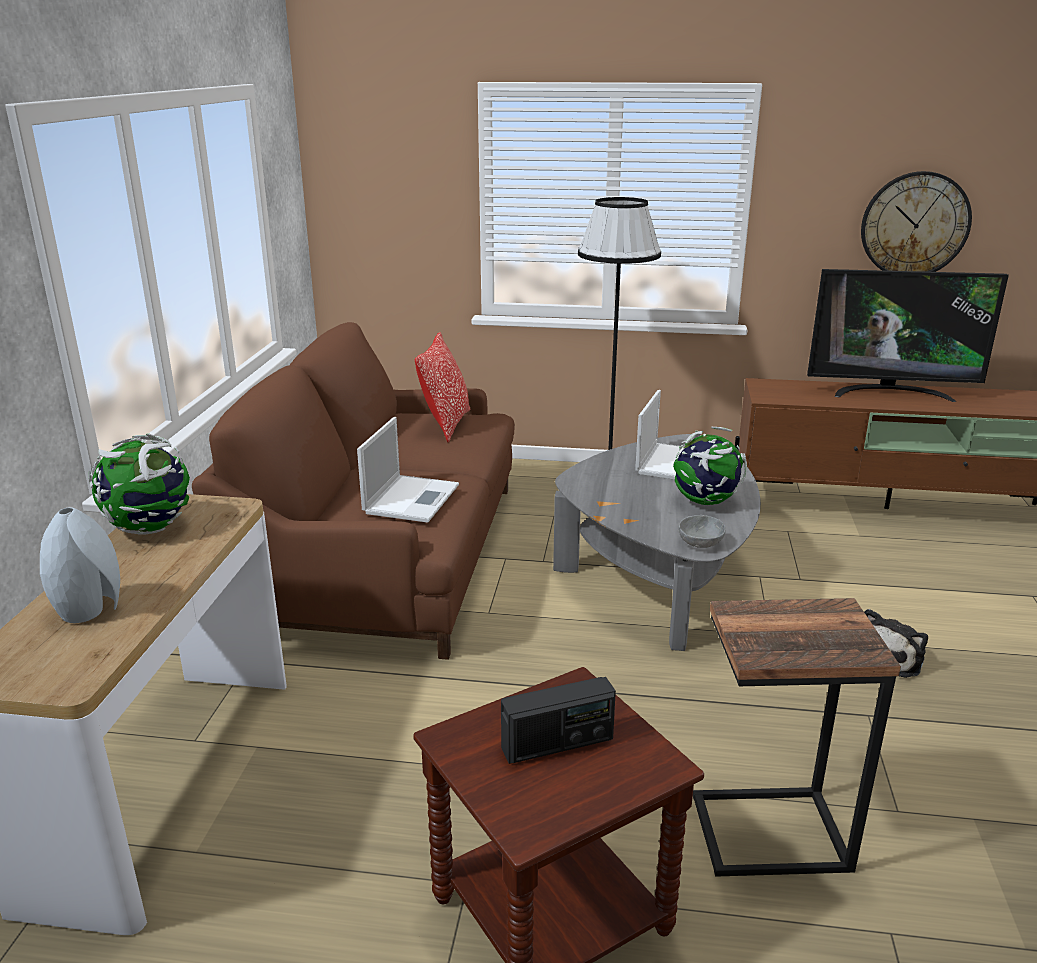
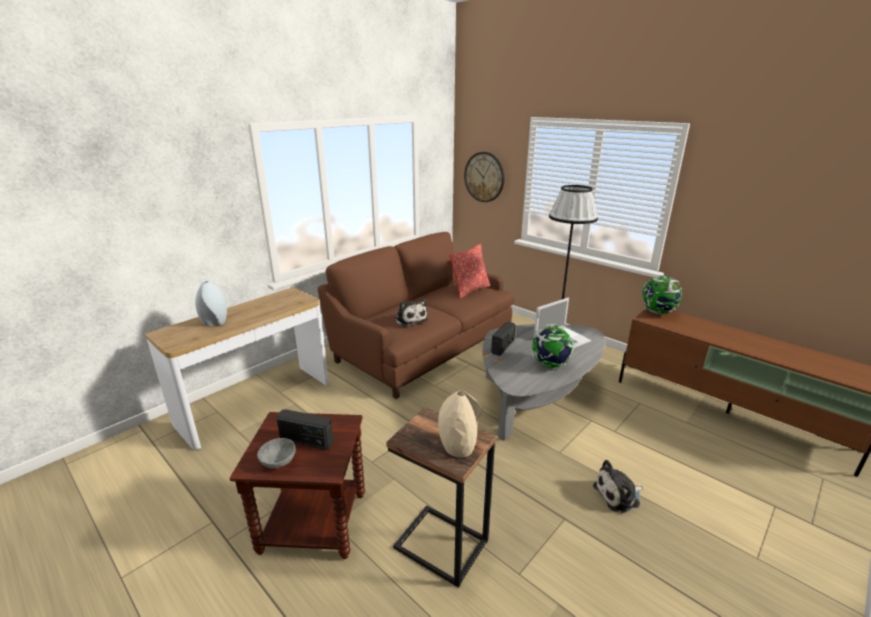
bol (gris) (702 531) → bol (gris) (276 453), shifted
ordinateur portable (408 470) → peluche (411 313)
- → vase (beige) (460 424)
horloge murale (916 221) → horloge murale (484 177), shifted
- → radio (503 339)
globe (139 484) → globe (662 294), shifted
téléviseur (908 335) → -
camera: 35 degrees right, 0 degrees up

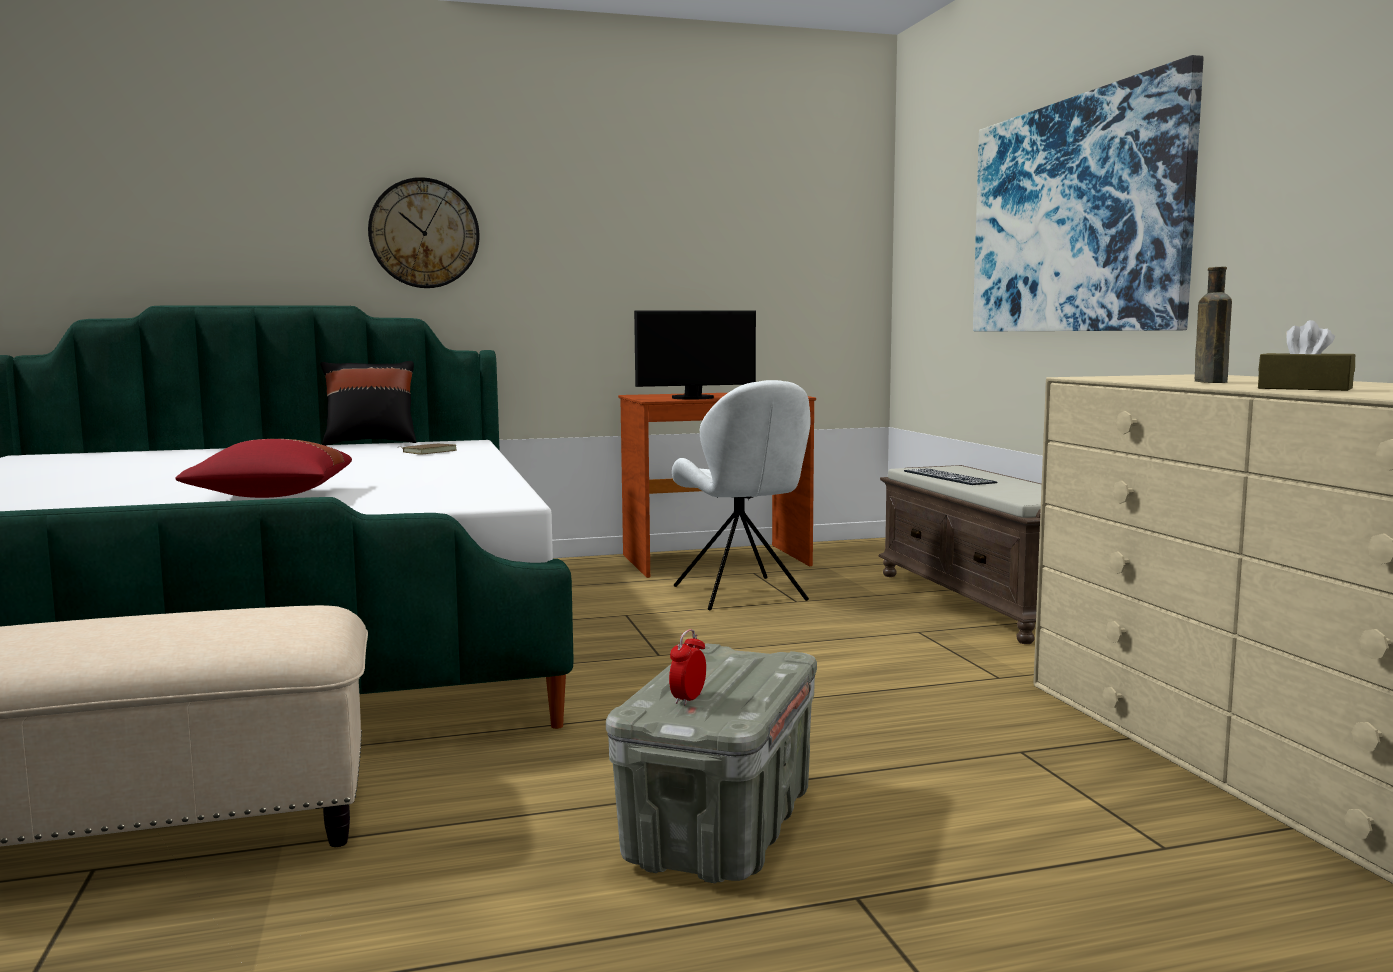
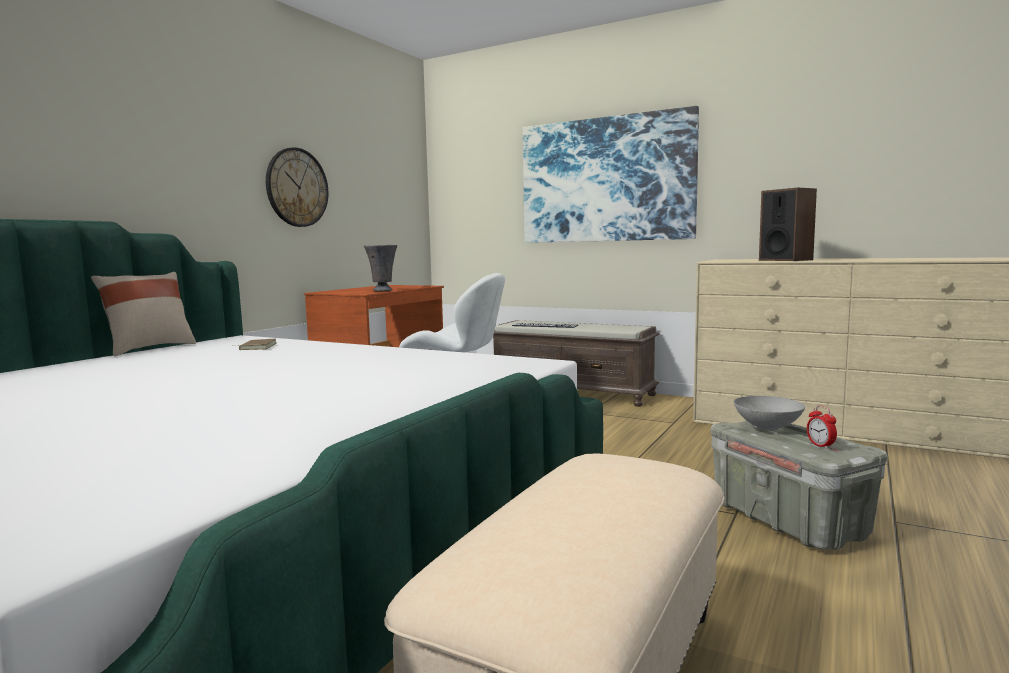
coussin (noir) (368 403) → coussin (beige) (143 314)
horloge murale (424 232) → horloge murale (297 187), shifted
écran d'ordinateur (695 354) → vase (gris) (380 268)
- → bol (gris) (769 413)
bouteille (marron) (1213 325) → enceinte (788 224)
coussin (rouge) (263 468) → -
boîte à mouchoirs (marron) (1306 355) → -
camera: 45 degrees left, 0 degrees up

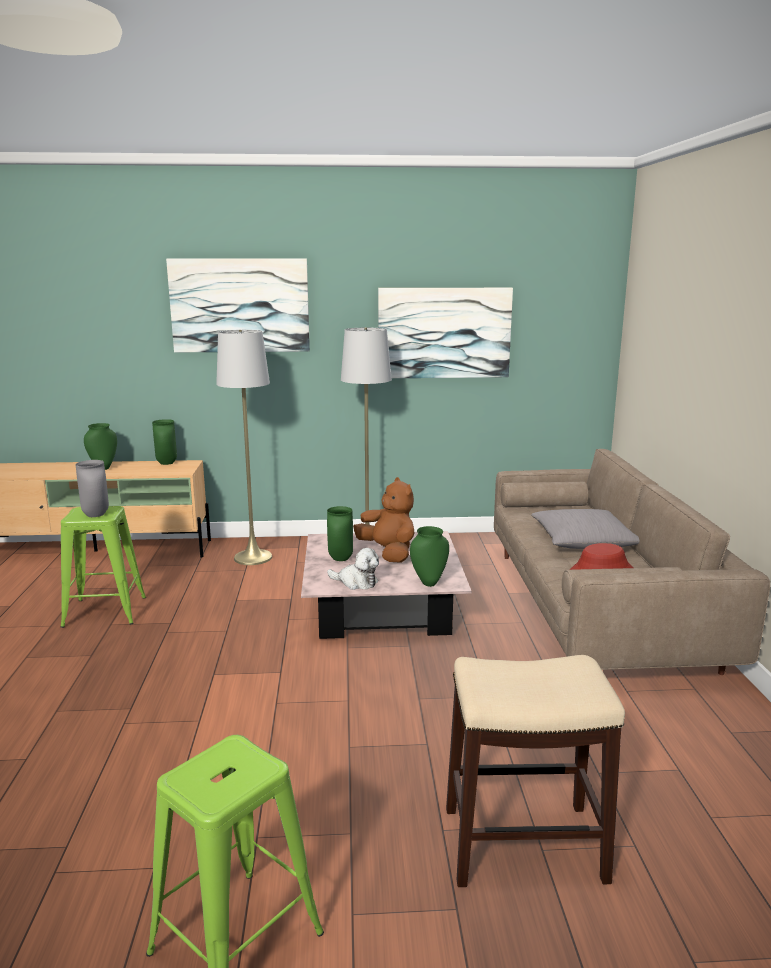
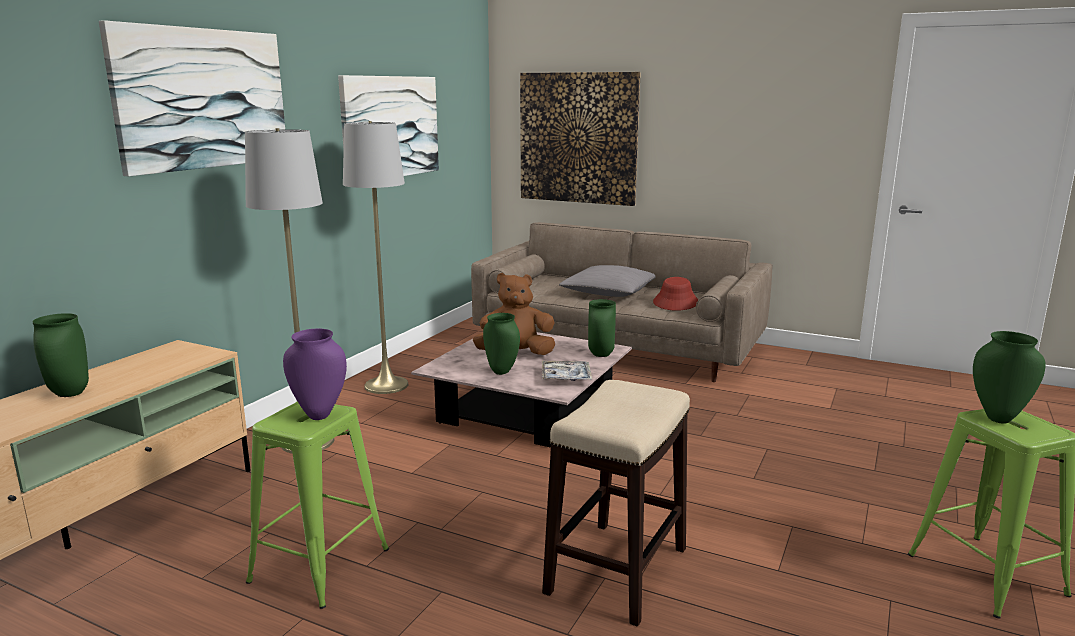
vase (gris) (92 488) → vase (violet) (315 374)
- → tableau (580 139)
peluche (353 569) → plateau (567 371)
tabouret (535 771) → tabouret (616 503), shifted
vase (vert) (164 442) → vase (vert) (1009 377), shifted
camera: 60 degrees left, 0 degrees up

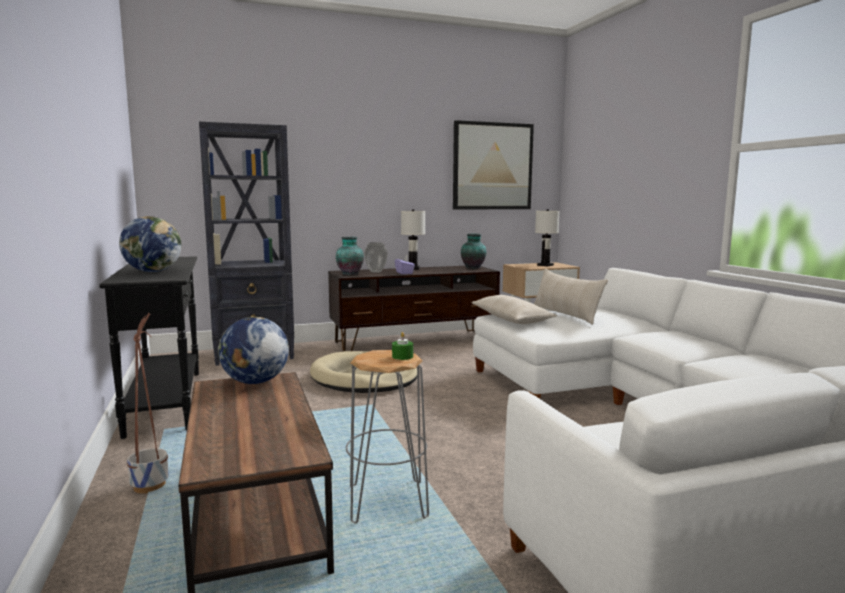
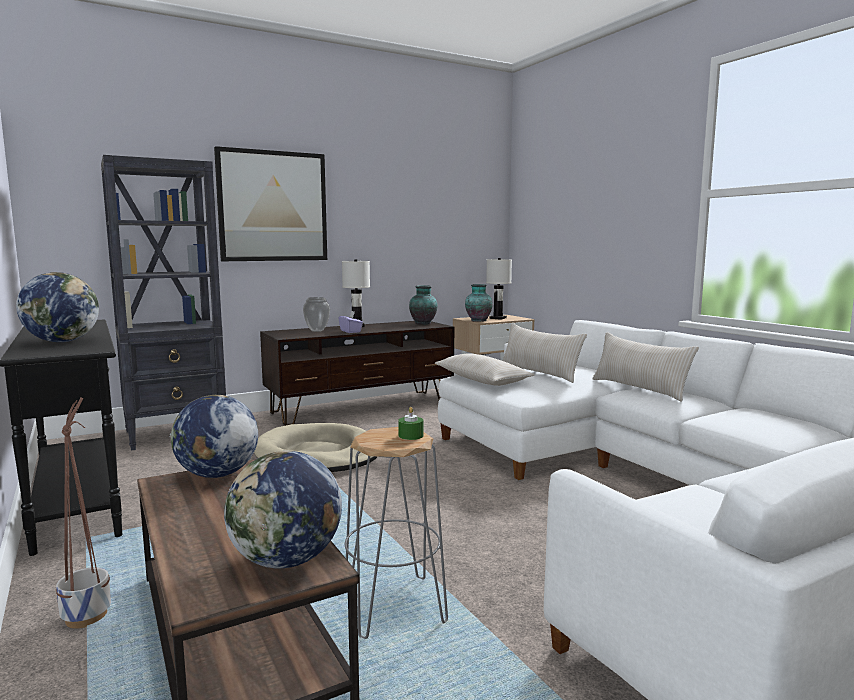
tableau (493 165) → tableau (270 203), shifted
- → globe (283 510)
vase (350 256) → vase (479 303), shifted
- → coussin (beige) (645 367)
camera: 10 degrees left, 0 degrees up

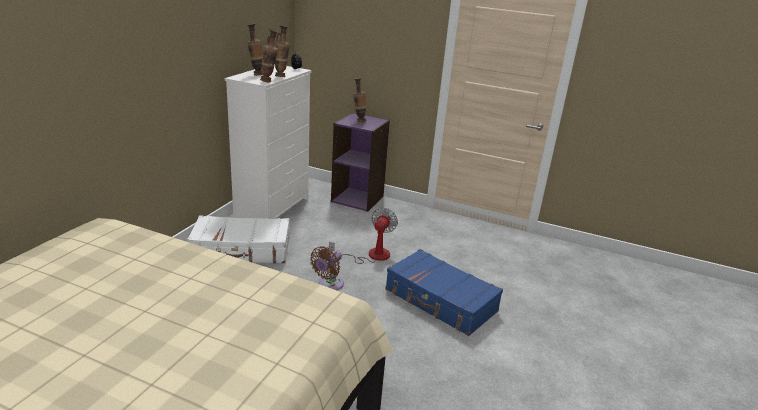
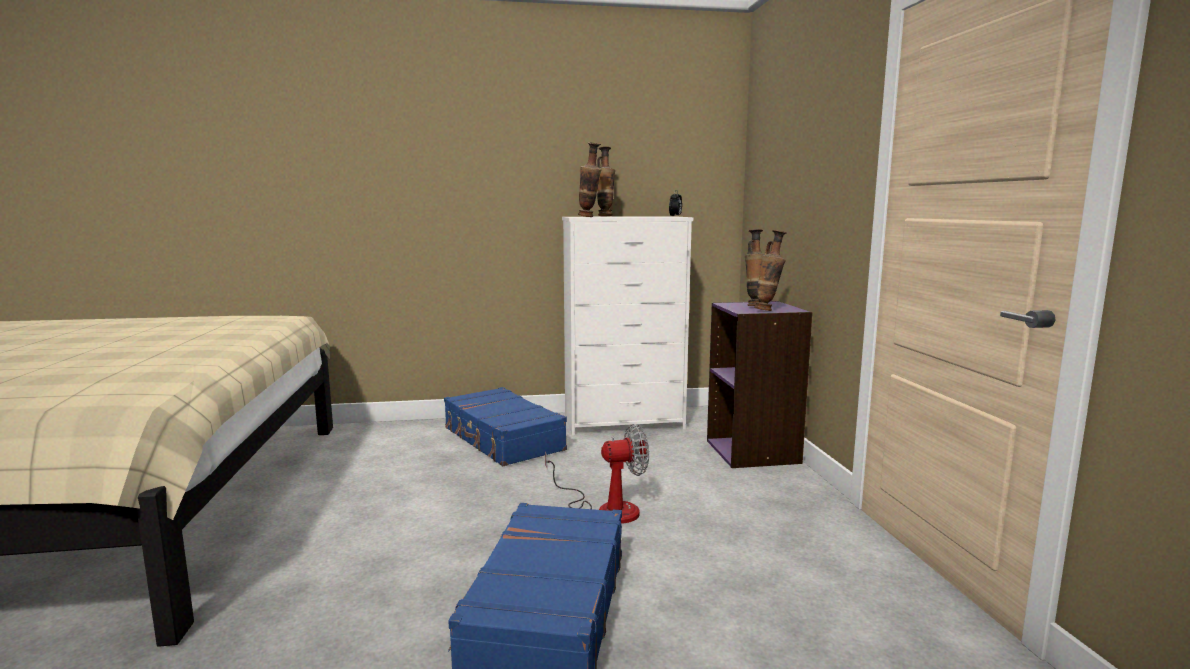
valise (blanc) (238 239) → valise (bleu) (505 426)
vase (282 51) → vase (770 270), shifted
ventilateur (marron) (327 268) → -
camera: 60 degrees right, 15 degrees down

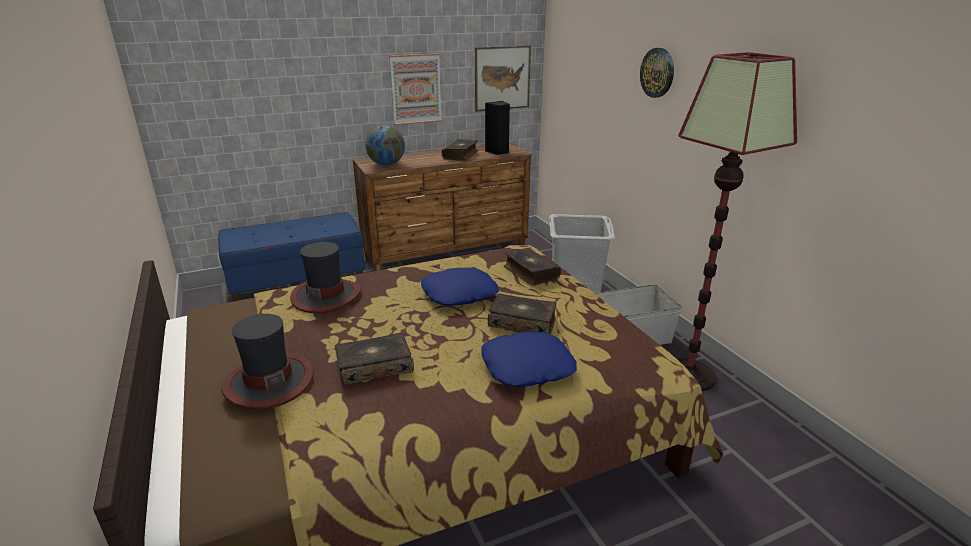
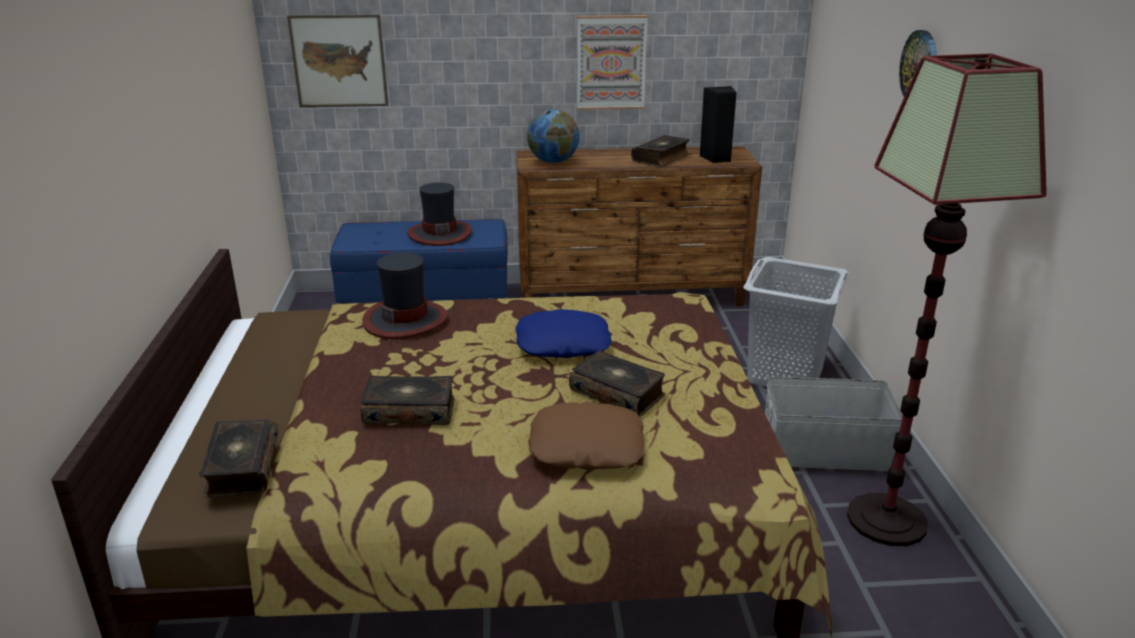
livre (532 267) → livre (239 458), shifted
tableau (503 78) → tableau (337 60), shifted
chapeau (267 362) → chapeau (439 214), shifted
coussin (bleu) (529 359) → coussin (marron) (586 436)
camera: 20 degrees right, 0 degrees up

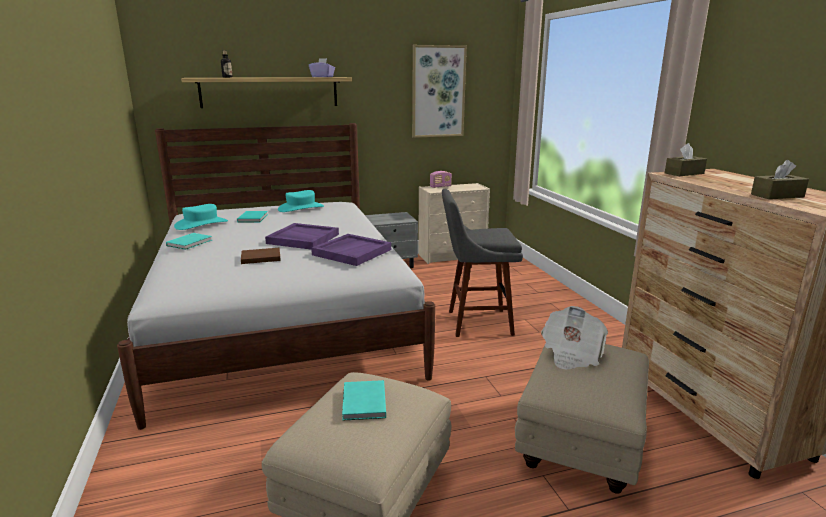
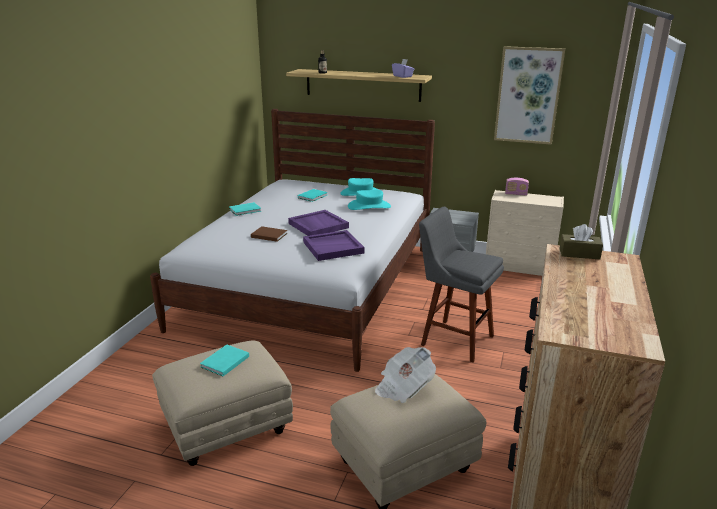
chapeau (turquoise) (201 217) → chapeau (turquoise) (369 200), shifted
boîte à mouchoirs (marron) (780 179) → -
camera: 35 degrees right, 5 degrees up

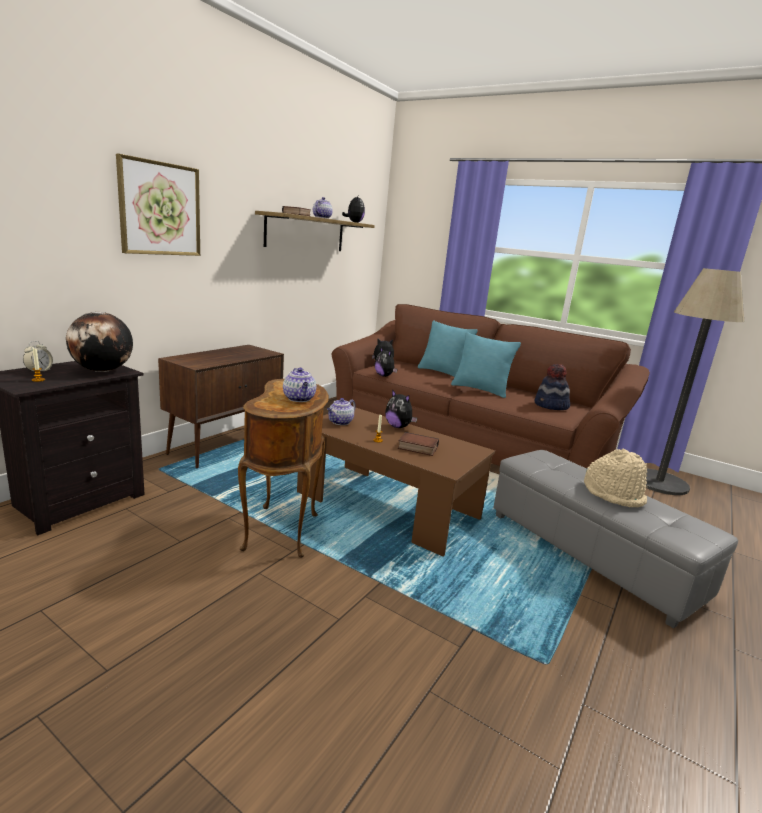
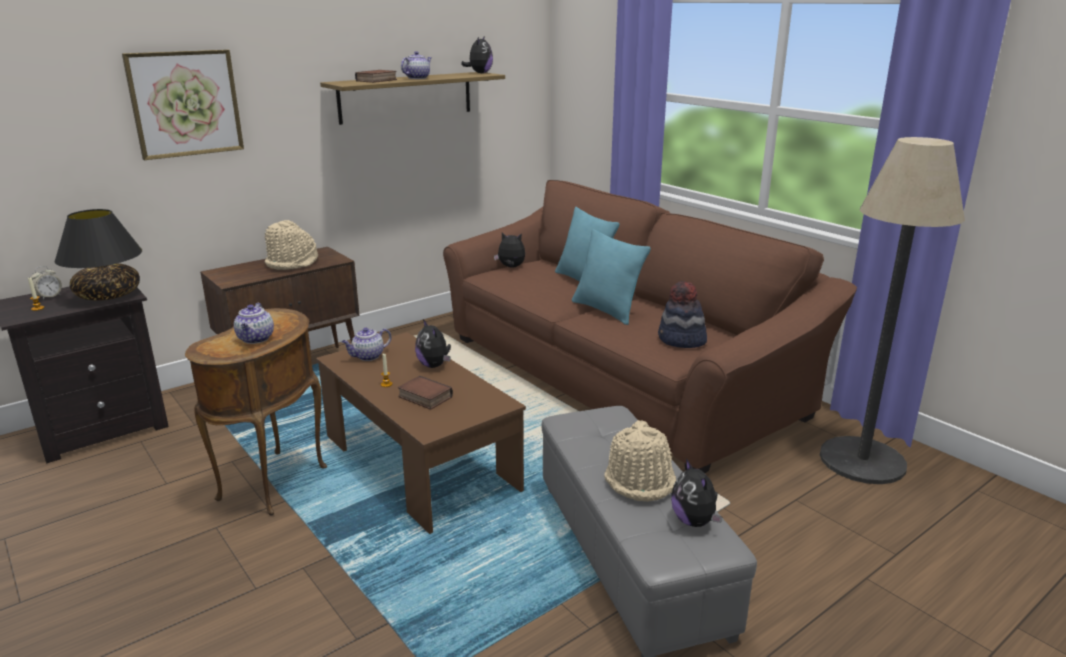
globe (99 342) → lampe de table (noir) (98 255)
- → chapeau (beige) (291 245)
peluche (386 362) → peluche (696 492), shifted
camera: 20 degrees right, 5 degrees up

